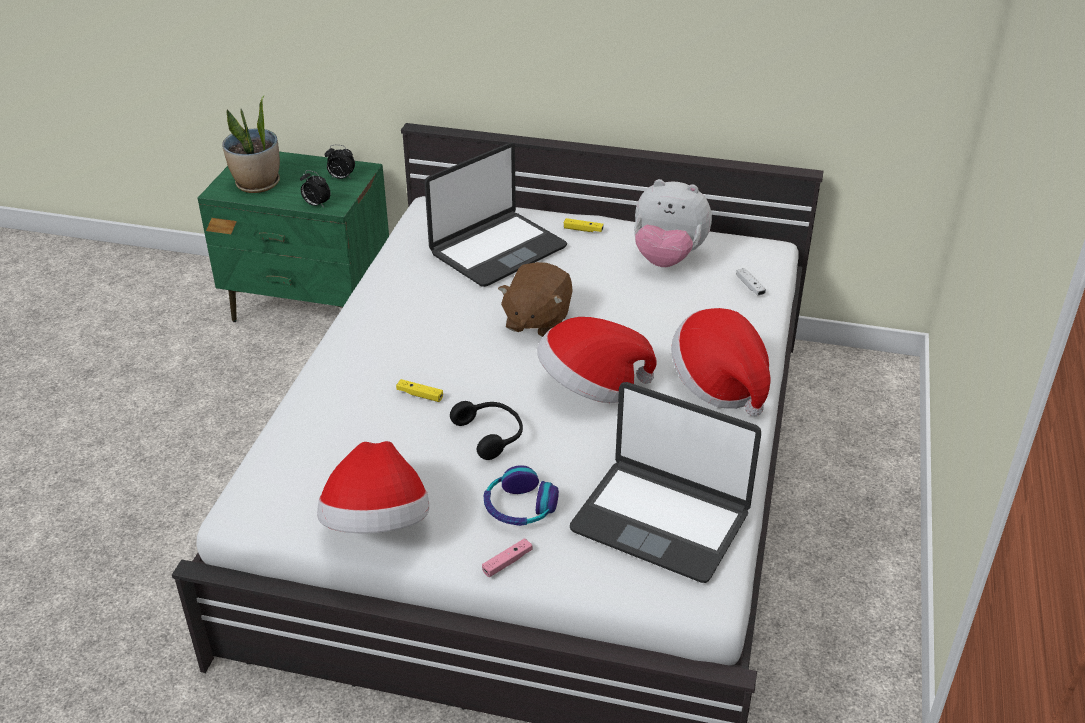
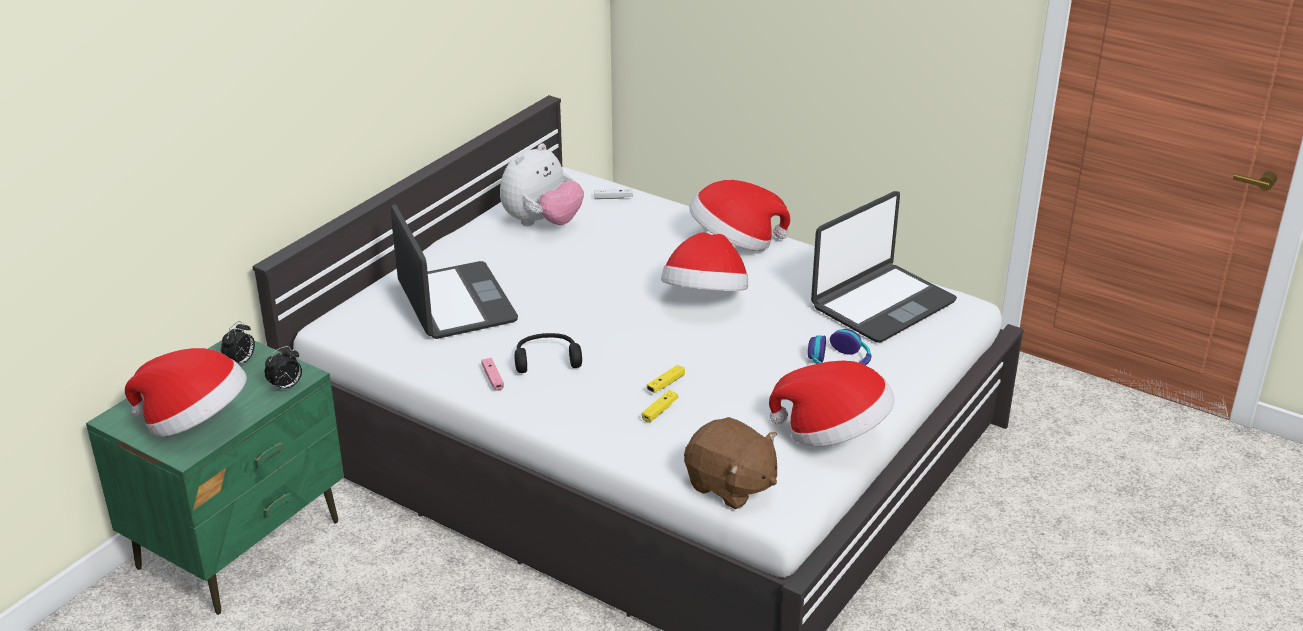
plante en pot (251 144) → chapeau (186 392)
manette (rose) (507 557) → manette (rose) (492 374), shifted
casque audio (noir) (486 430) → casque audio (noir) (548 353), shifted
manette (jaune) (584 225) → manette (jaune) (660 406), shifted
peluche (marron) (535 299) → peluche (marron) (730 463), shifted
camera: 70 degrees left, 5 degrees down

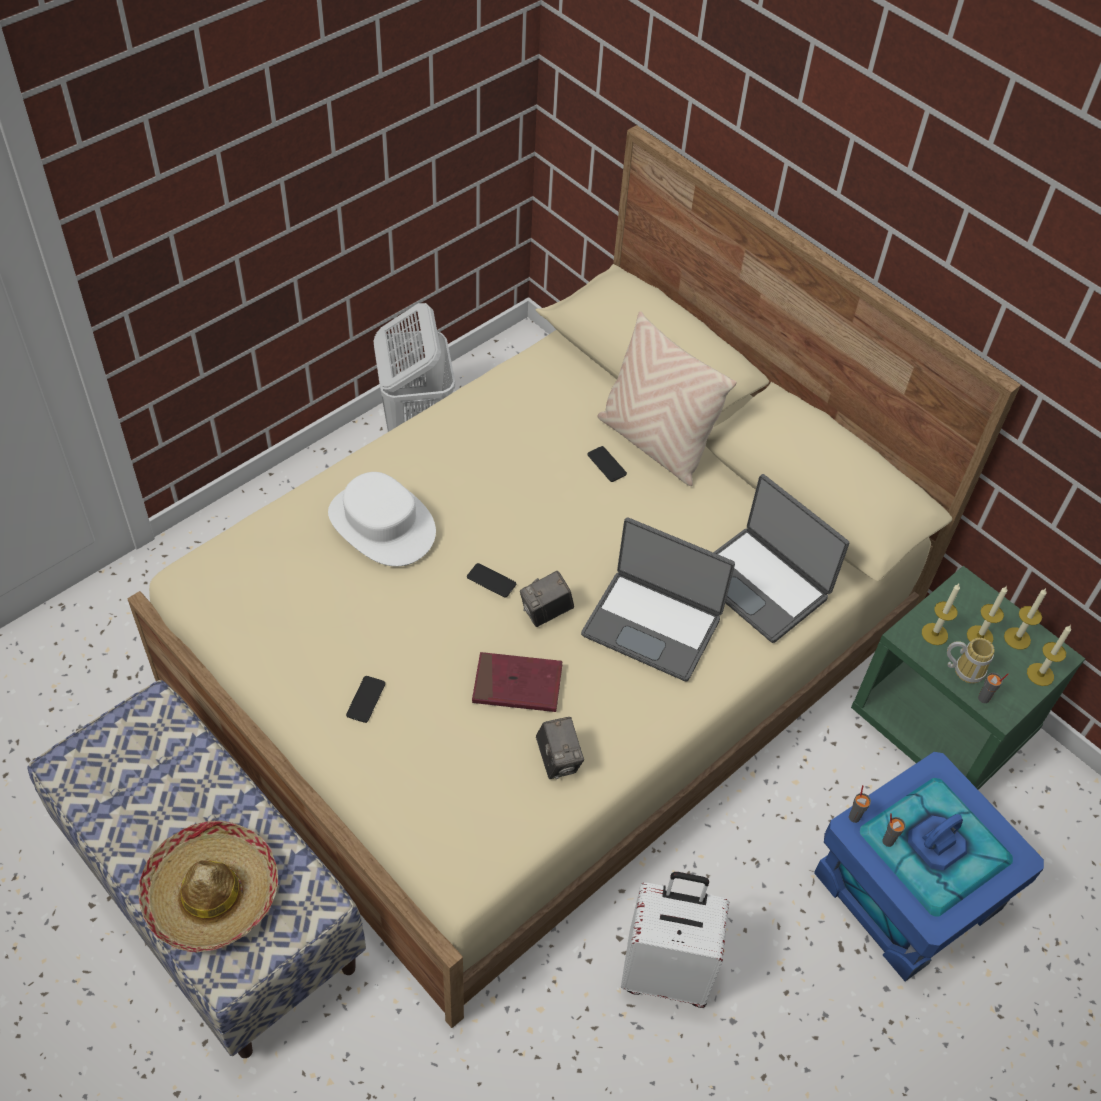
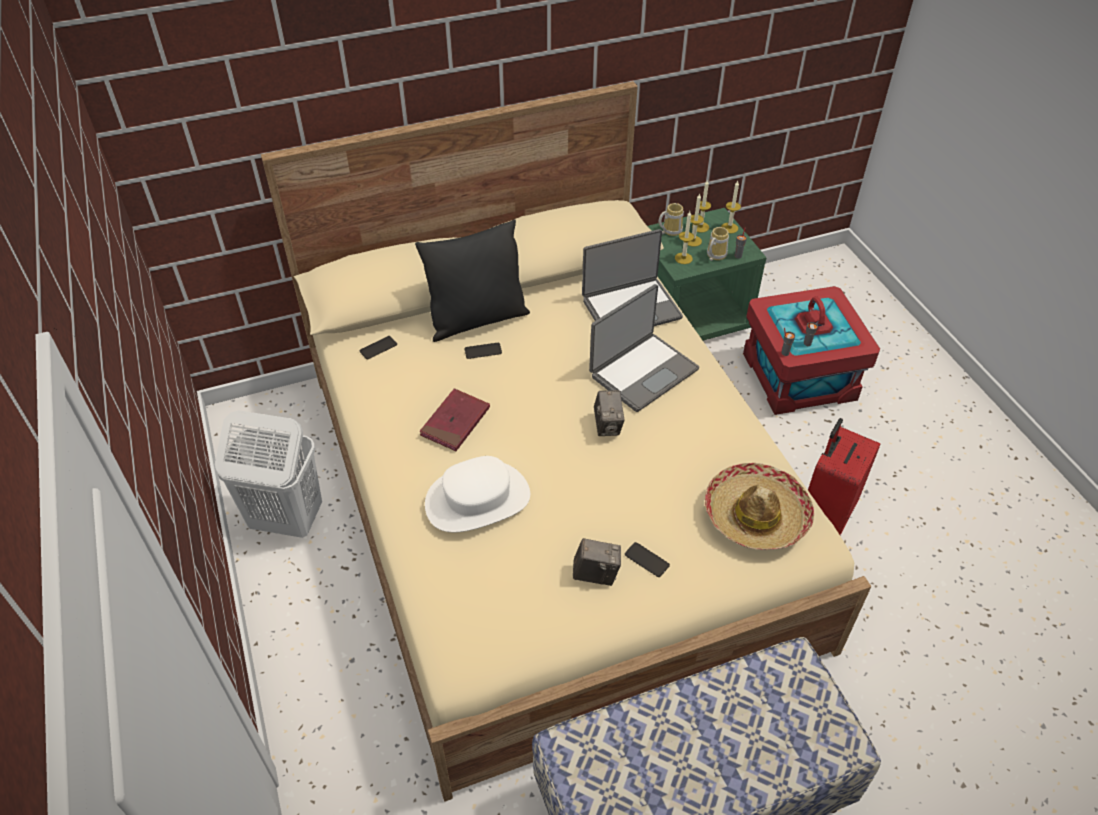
téléphone (491 580) → téléphone (378 348), shifted
coussin (beige) (667 398) → coussin (noir) (472 280)
livre (rouge) (517 682) → livre (rouge) (454 419), shifted
appareil photo (560 748) → appareil photo (597 562), shifted
- → mug (671 219)
chapeau (208 887) → chapeau (759 506), shifted
boîte de rangement (bleu) (929 867) → boîte de rangement (rouge) (811 350)
valise (blanc) (675 940) → valise (rouge) (844 476)
camera: 65 degrees left, 5 degrees down

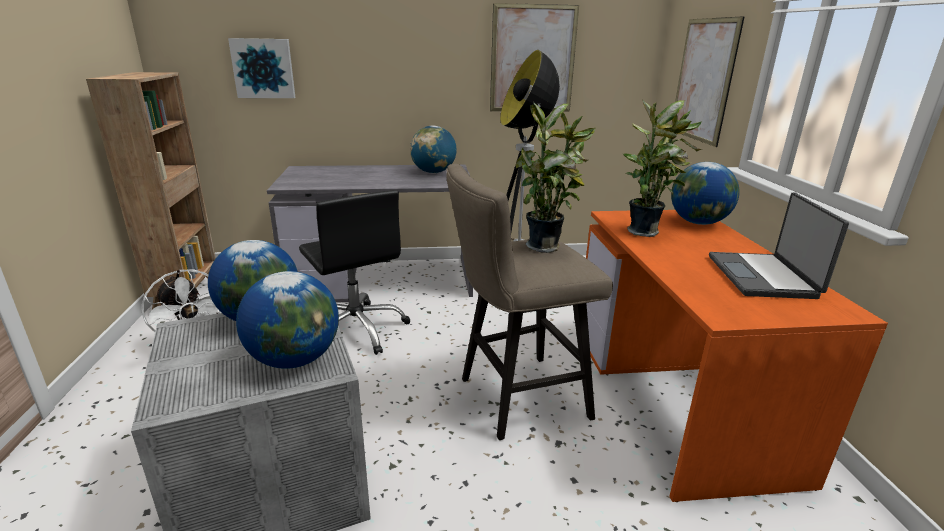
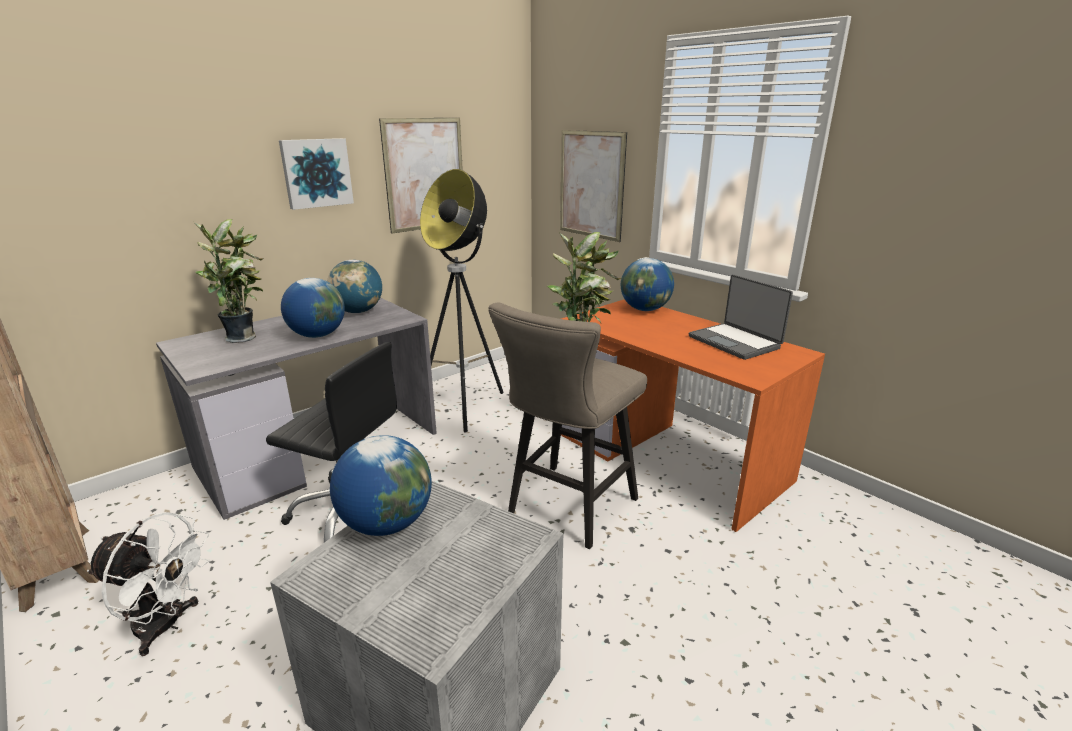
plante en pot (662 168) → plante en pot (229 281), shifted
tableau (261 68) → tableau (316 174), shifted
globe (287 320) → globe (313 308), shifted
camera: 35 degrees left, 0 degrees up

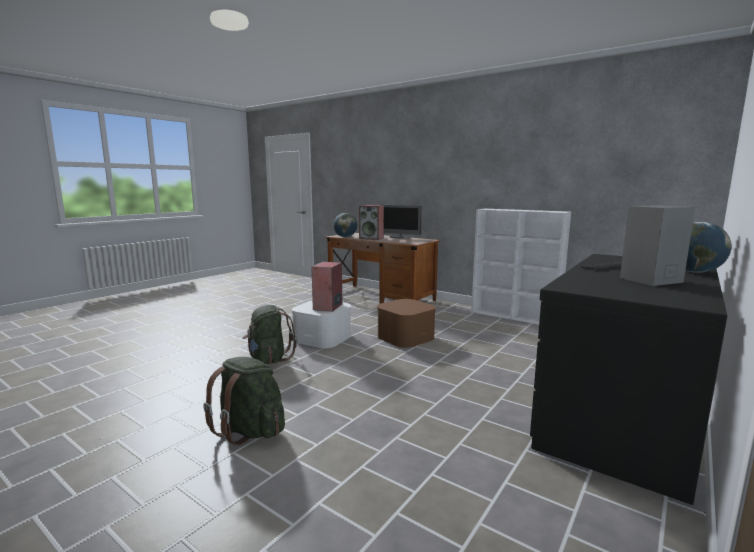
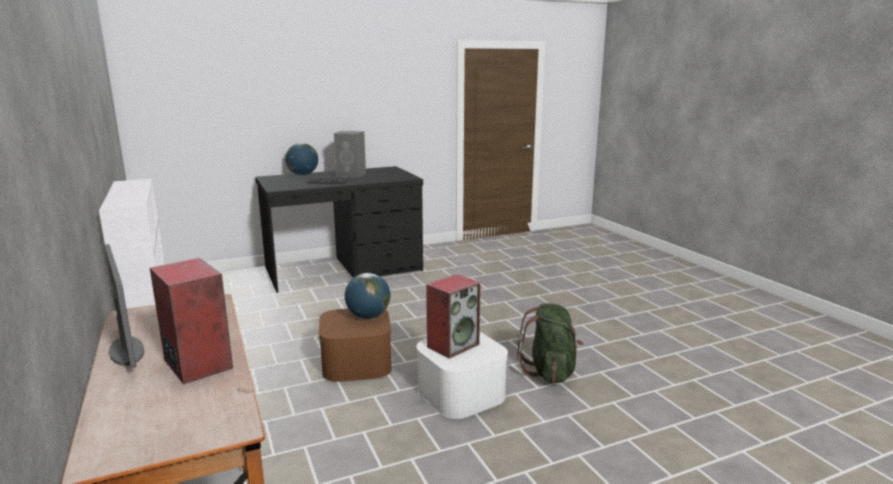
globe (345 225) → globe (367 295), shifted
sac à dos (vert) (244 401) → -
camera: 150 degrees left, 5 degrees up

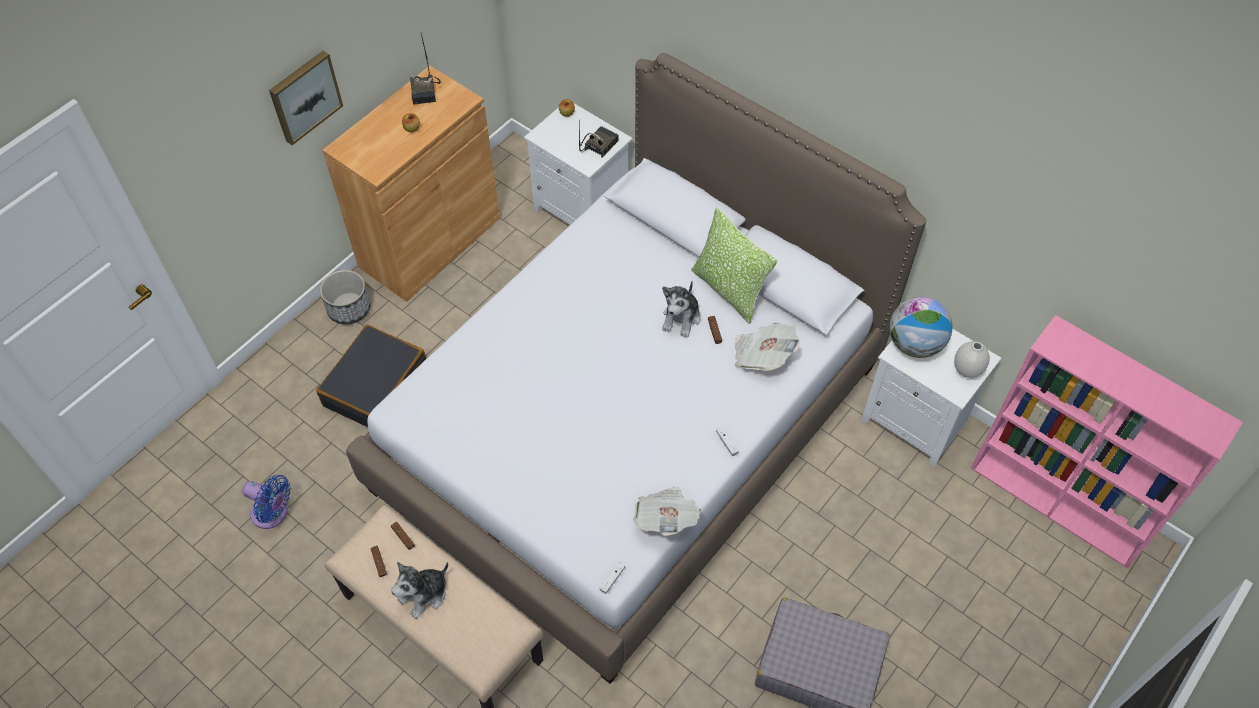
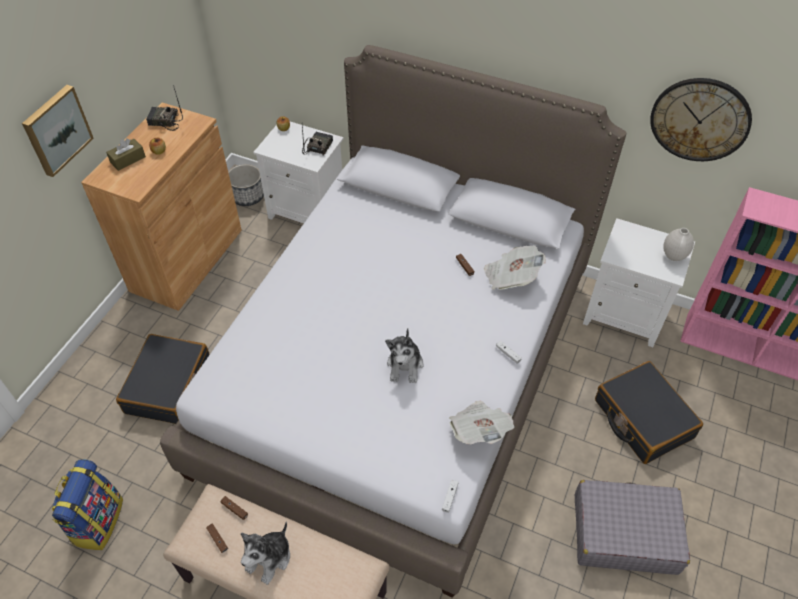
ventilateur (bleu) (266 502) → sac à dos (87 505)
- → boîte à mouchoirs (marron) (126 154)
radio (425 69) → radio (164 108), 120 degrees clockwise
cache-pot (345 297) → cache-pot (246 185), shifted
peluche (681 309) → peluche (404 355), shifted
- → valise (noir) (649 412)
- → horloge murale (701 119)
coussin (734 266) → -
globe (921 327) → -
camera: 15 degrees left, 5 degrees down

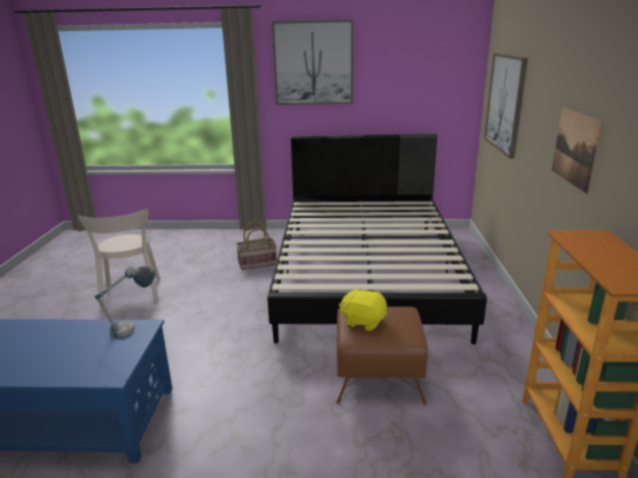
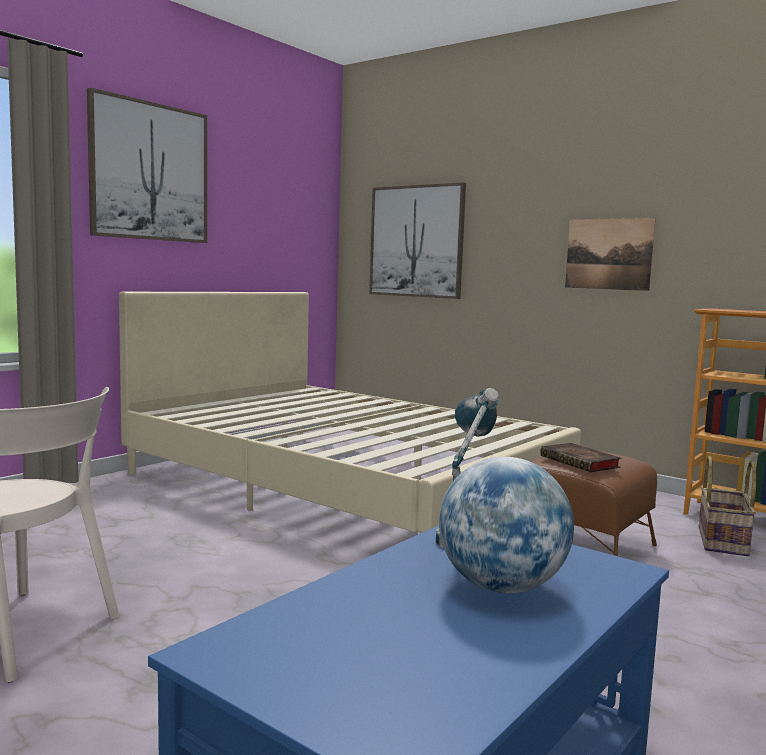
lit (noir) (377 239) → lit (beige) (350 412)
- → globe (506 525)
peluche (jaune) (363 309) → livre (581 457)
panier (256 245) → panier (728 506), shifted
camera: 55 degrees left, 15 degrees down

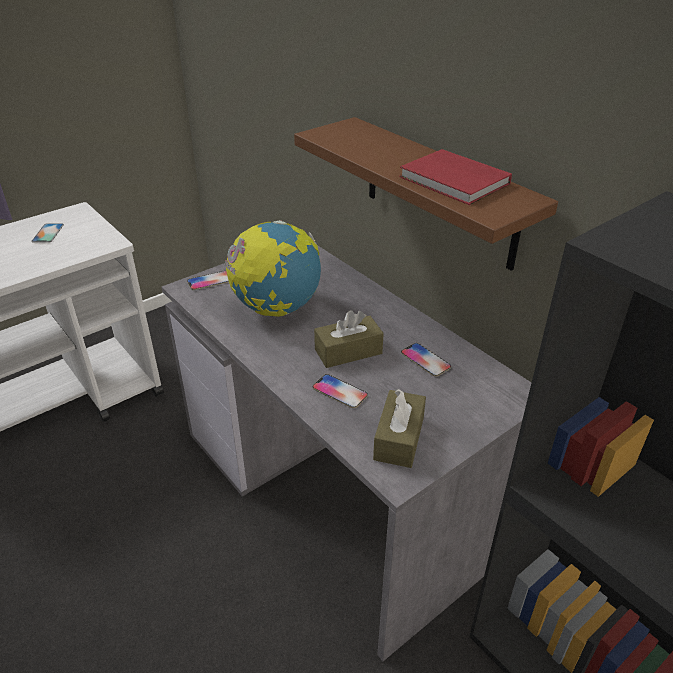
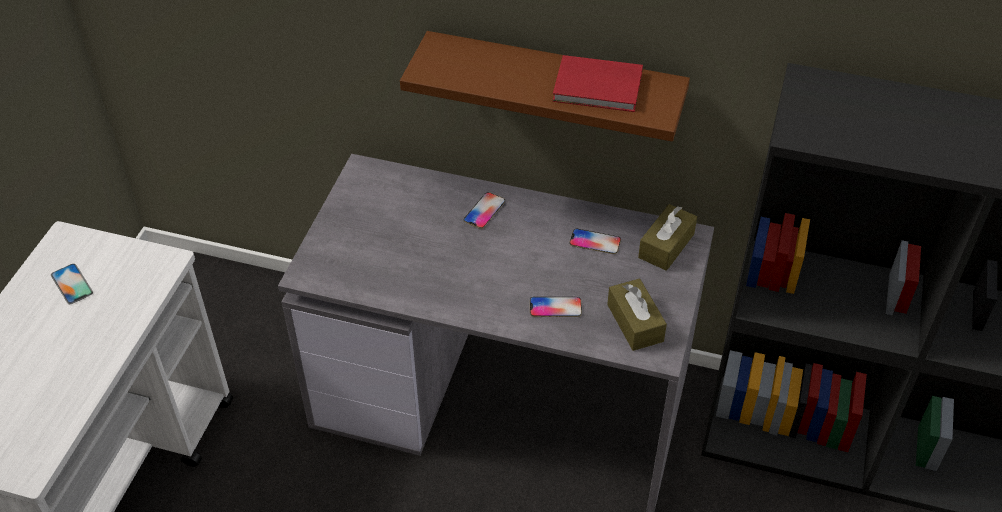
téléphone (208 280) → téléphone (484 210), shifted
boîte à mouchoirs (marron) (349 339) → boîte à mouchoirs (marron) (667 237), shifted
globe (272 268) → -
camera: 35 degrees left, 10 degrees up

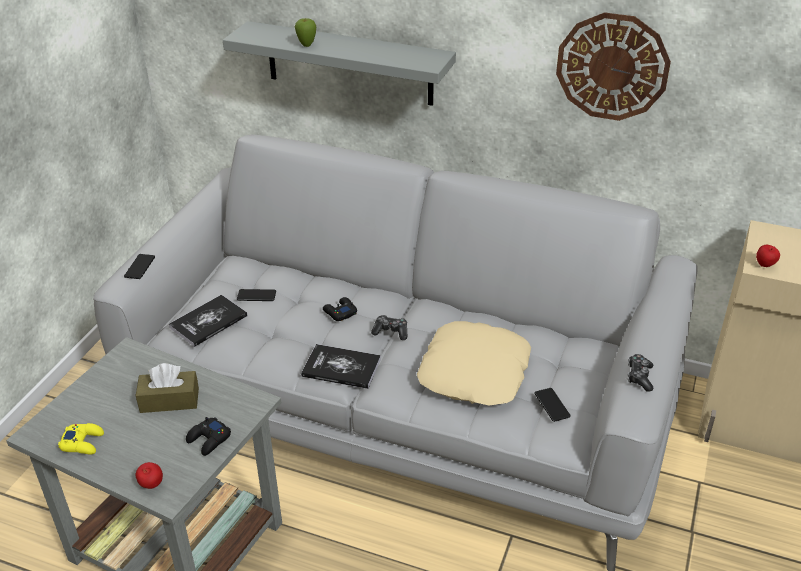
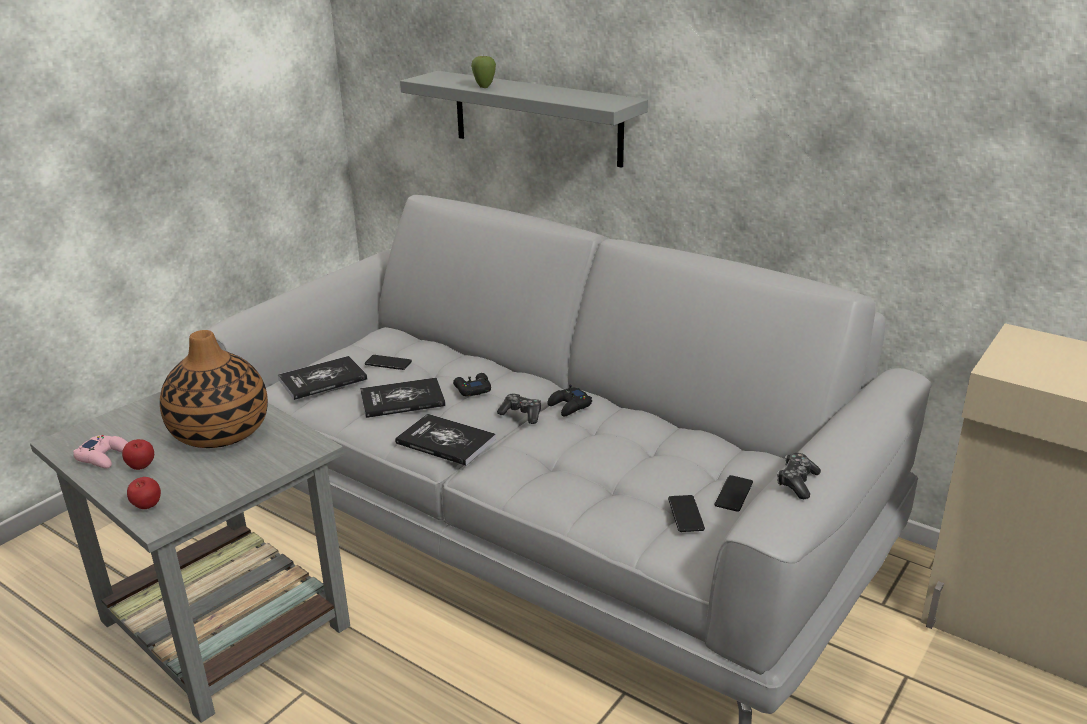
manette (jaune) (81 438) → manette (rose) (100 451)
pomme (768 256) → pomme (138 454), shifted
boîte à mouchoirs (marron) (167 388) → vase (214 389)
- → livre (403 397)
manette (noir) (208 436) → manette (noir) (569 400), shifted
téléphone (139 266) → téléphone (733 493), shifted
coussin (beige) (474 363) → -
horloge murale (613 66) → -
camera: 15 degrees right, 10 degrees down

